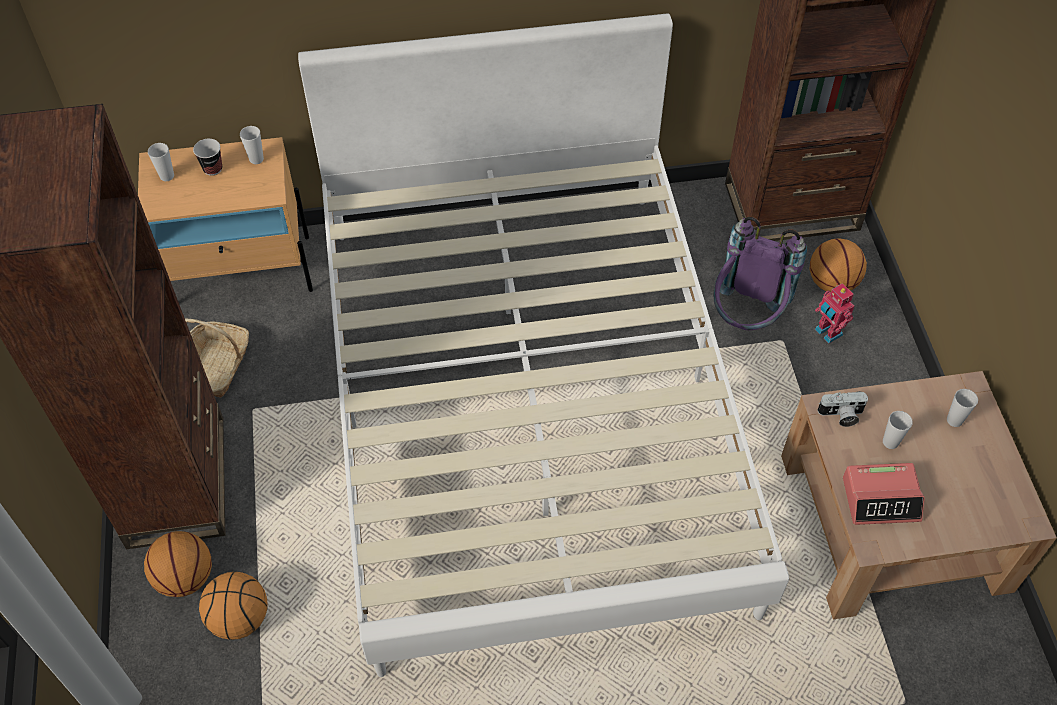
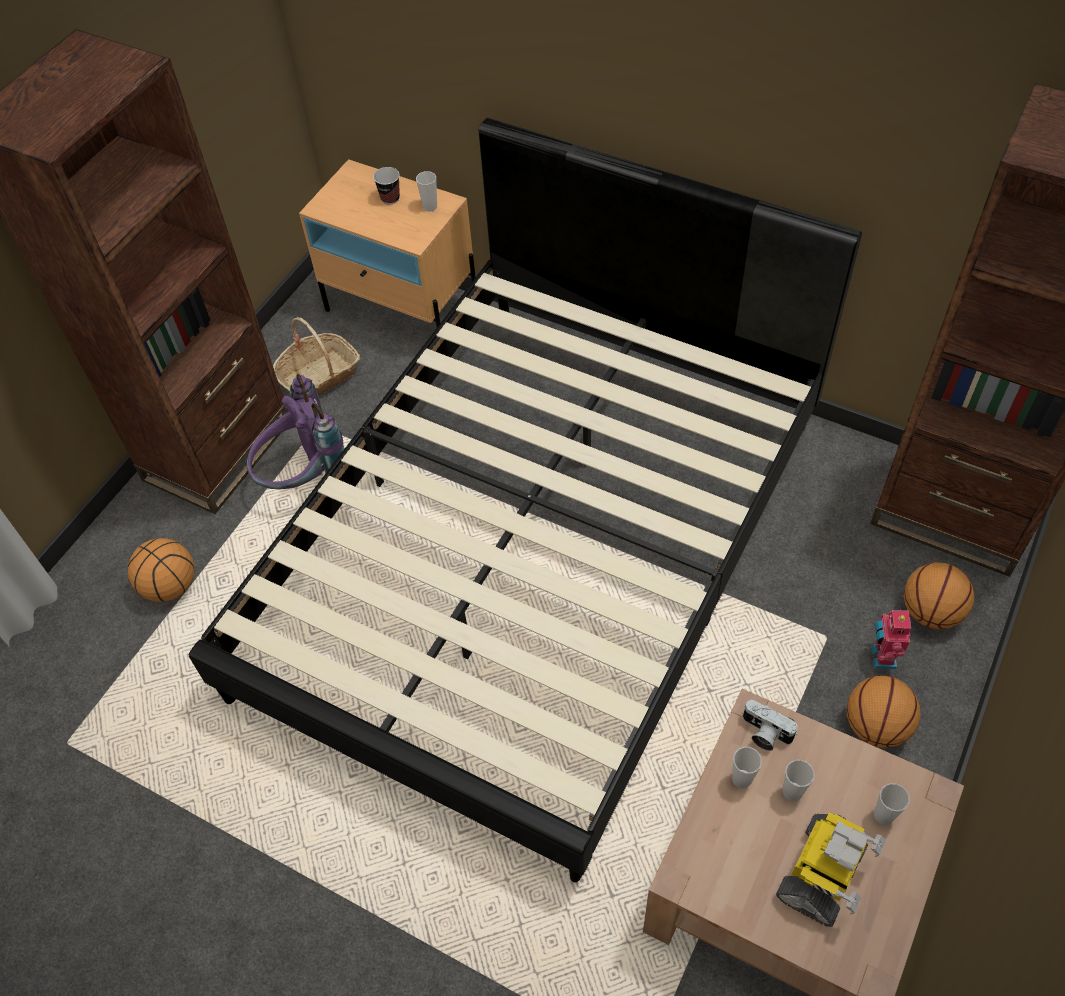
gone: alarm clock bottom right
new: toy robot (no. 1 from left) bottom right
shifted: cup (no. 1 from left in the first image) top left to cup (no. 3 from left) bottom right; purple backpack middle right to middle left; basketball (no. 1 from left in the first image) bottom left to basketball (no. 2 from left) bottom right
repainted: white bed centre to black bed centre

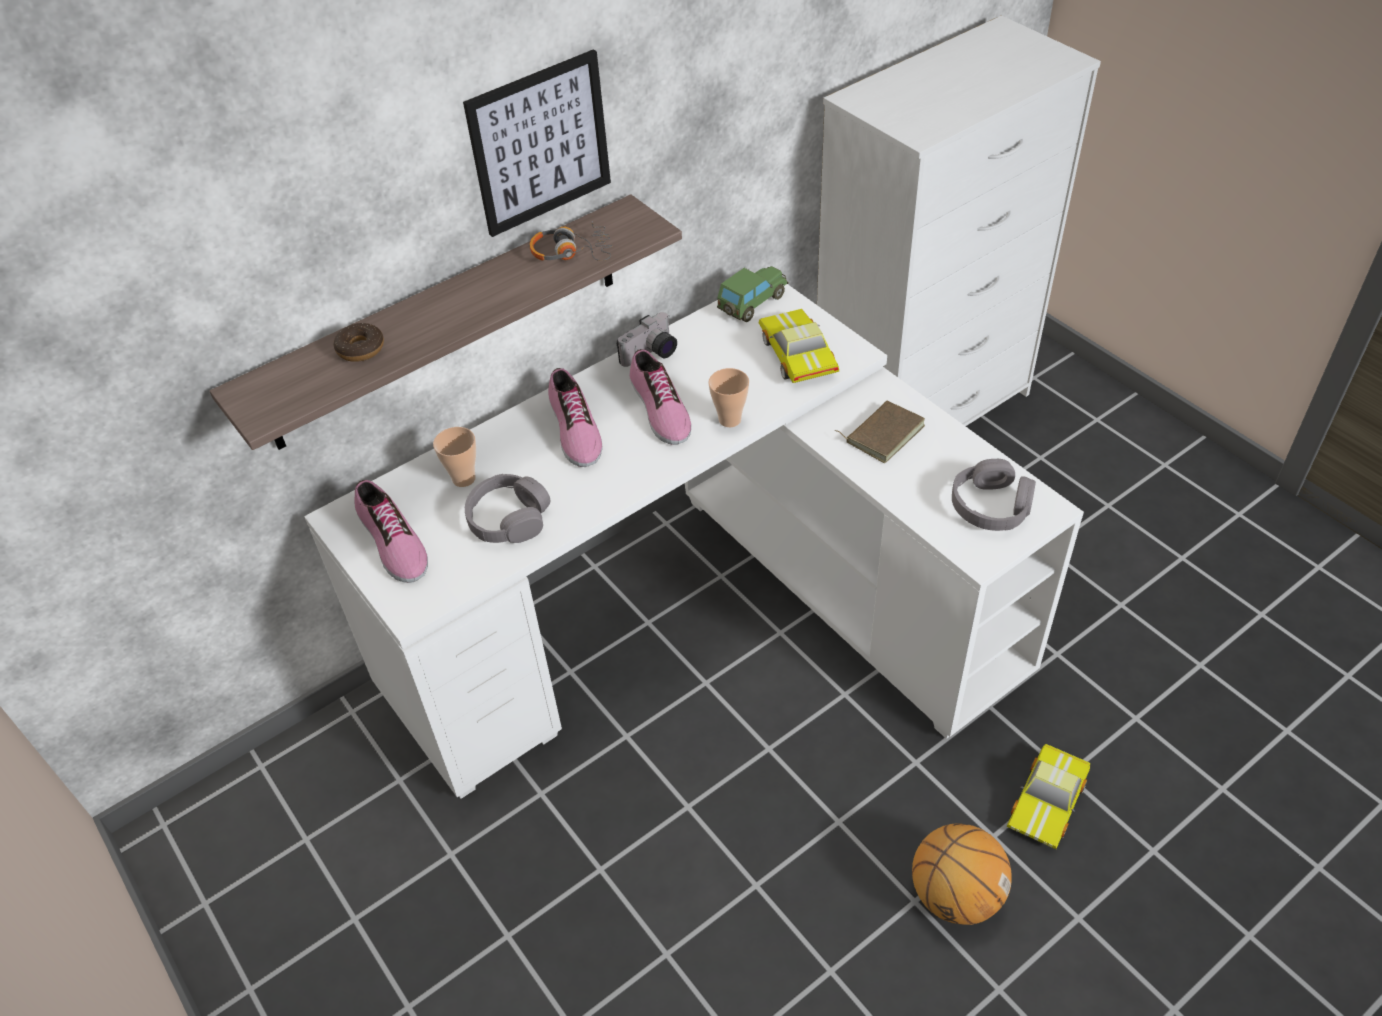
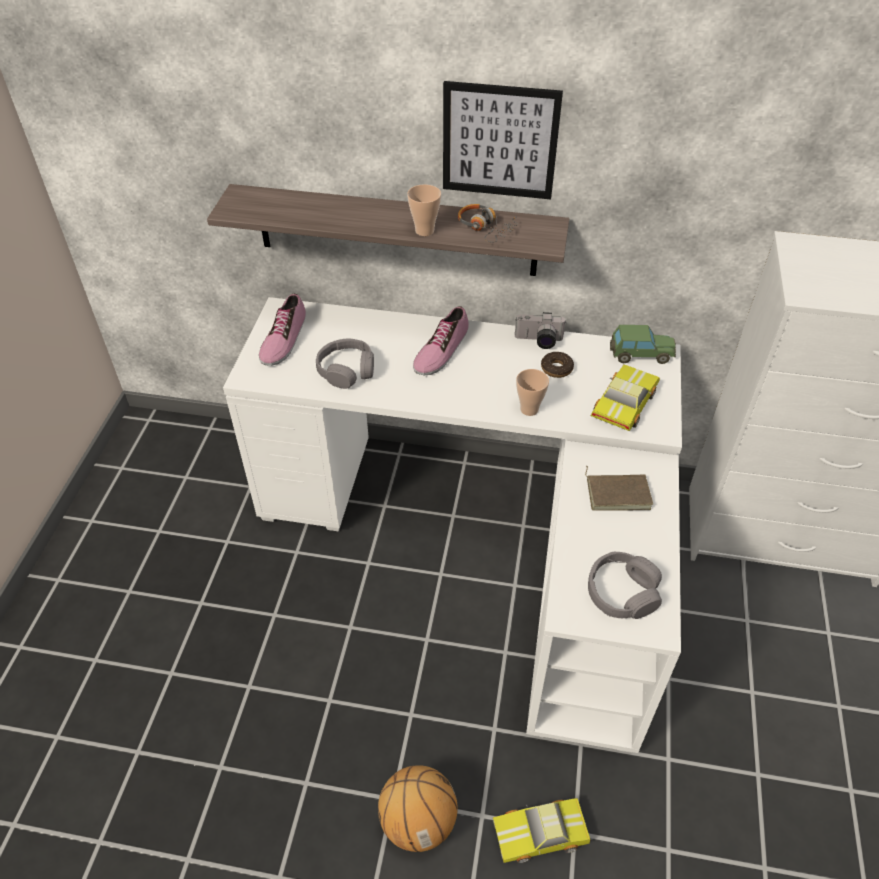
gone: shoe (no. 3 from left) centre
shifted: donut middle left to centre; cup (no. 1 from left) middle left to top centre

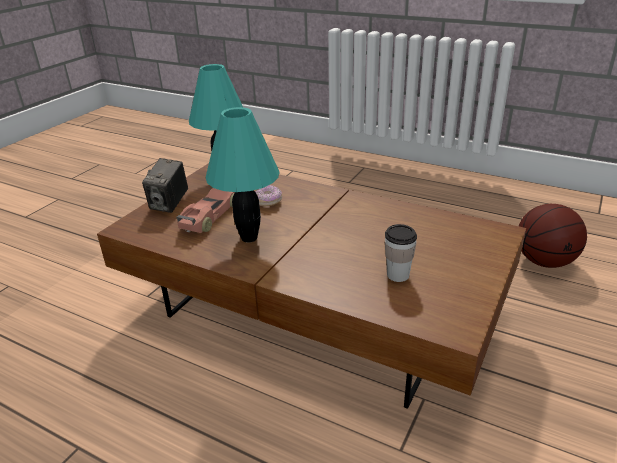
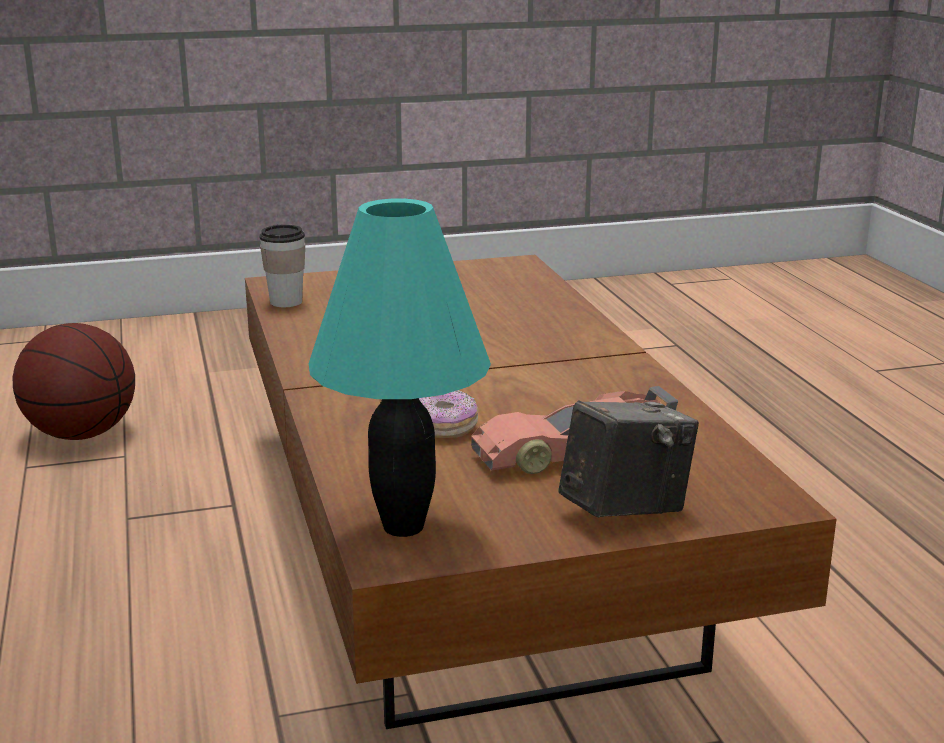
gone: turquoise table lamp (no. 2 from left) centre
shifted: cup centre to middle left

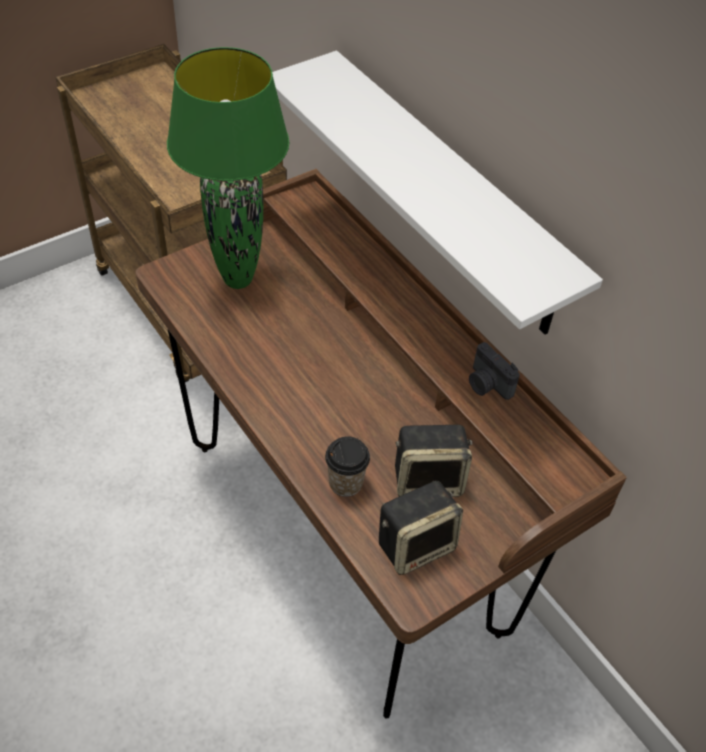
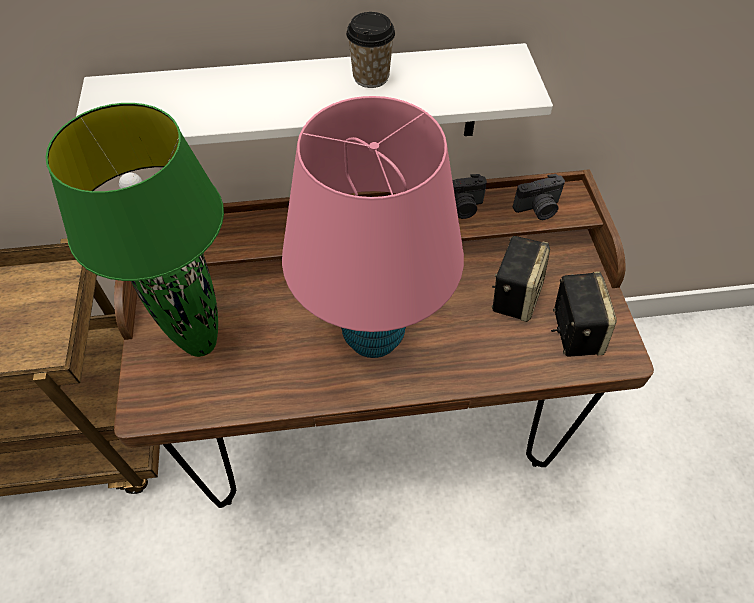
new: pink table lamp centre; photo camera (no. 2 from left) top right
shifted: cup centre to top centre

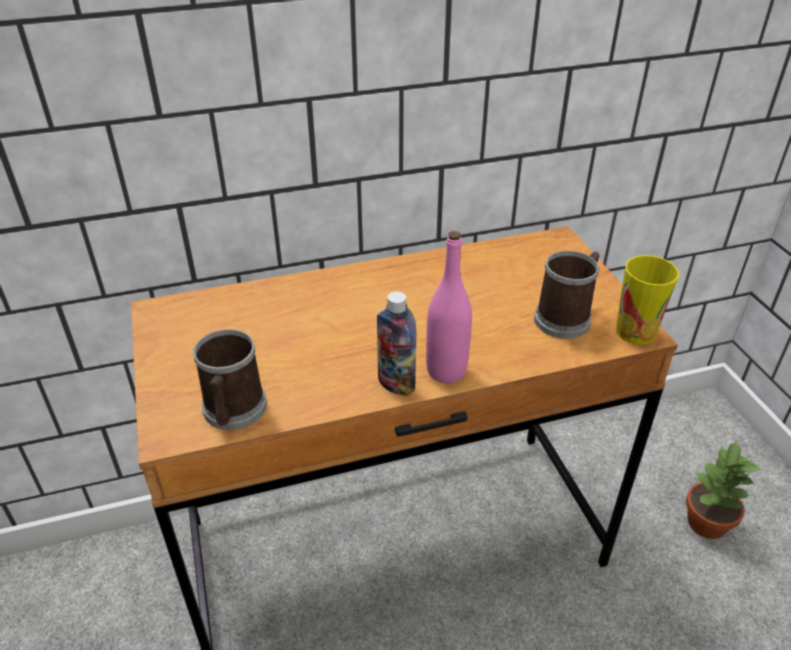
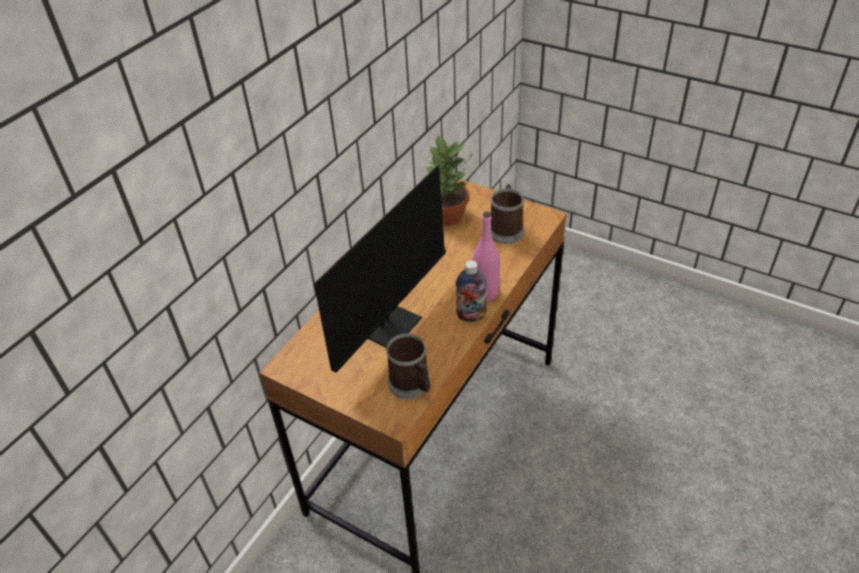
gone: cup middle right
new: monitor centre
shifted: potted plant bottom right to top centre

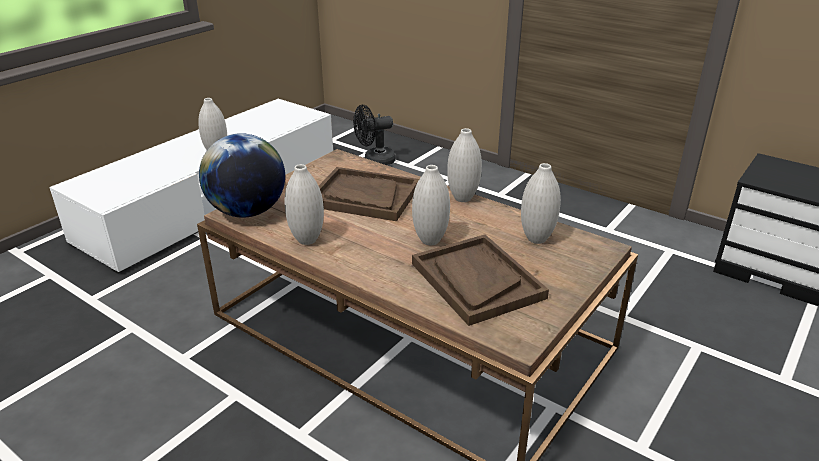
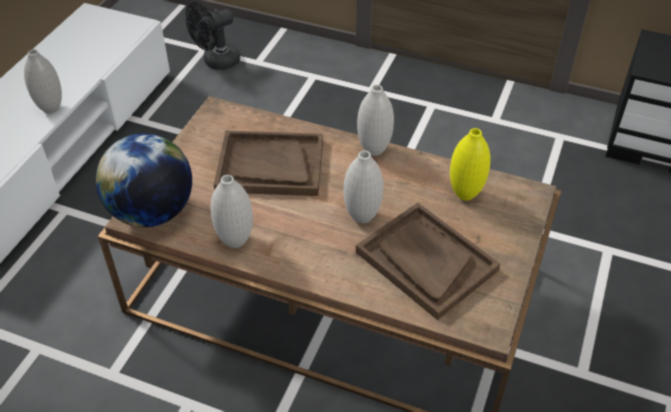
repainted: white vase (no. 5 from left) centre to yellow vase middle right

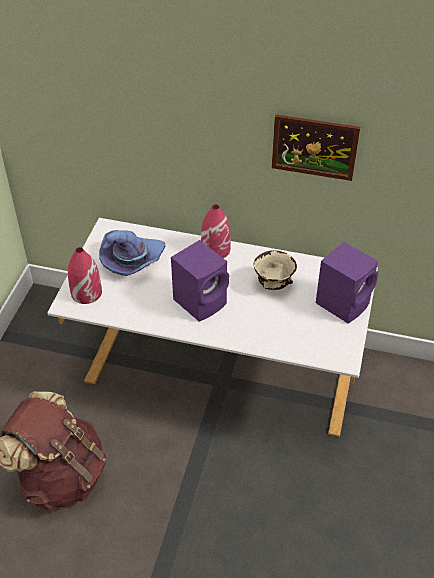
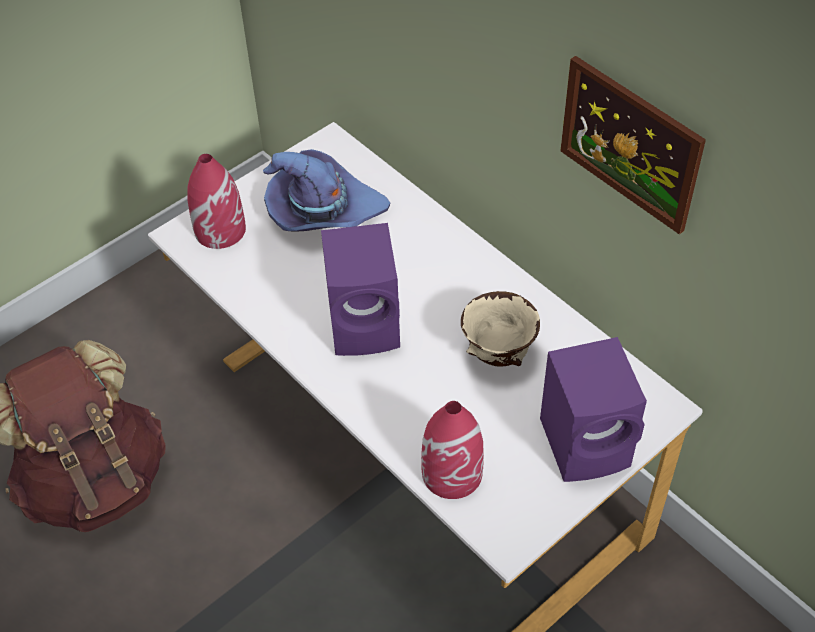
shifted: red vase (no. 2 from left) centre to bottom centre

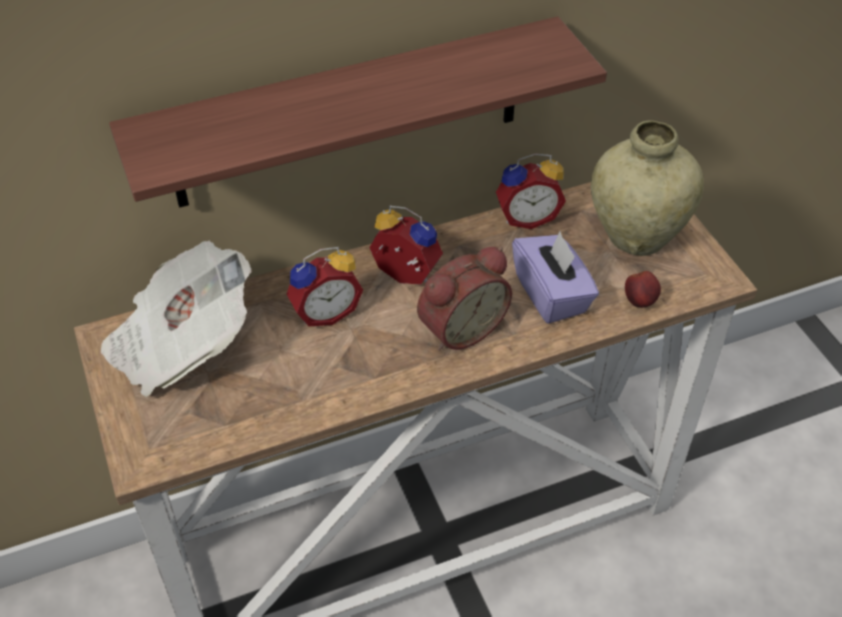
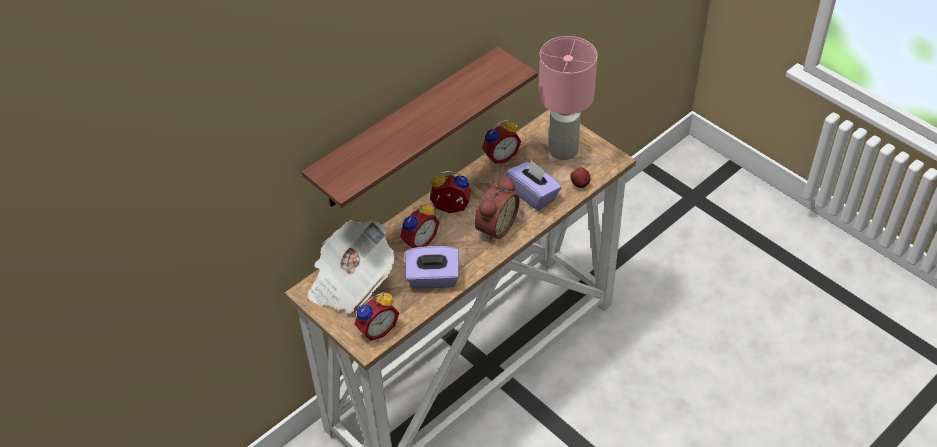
new: purple tissue box (no. 1 from left) centre; alarm clock (no. 1 from left) bottom centre
swapped: beige vase top right to pink table lamp top centre

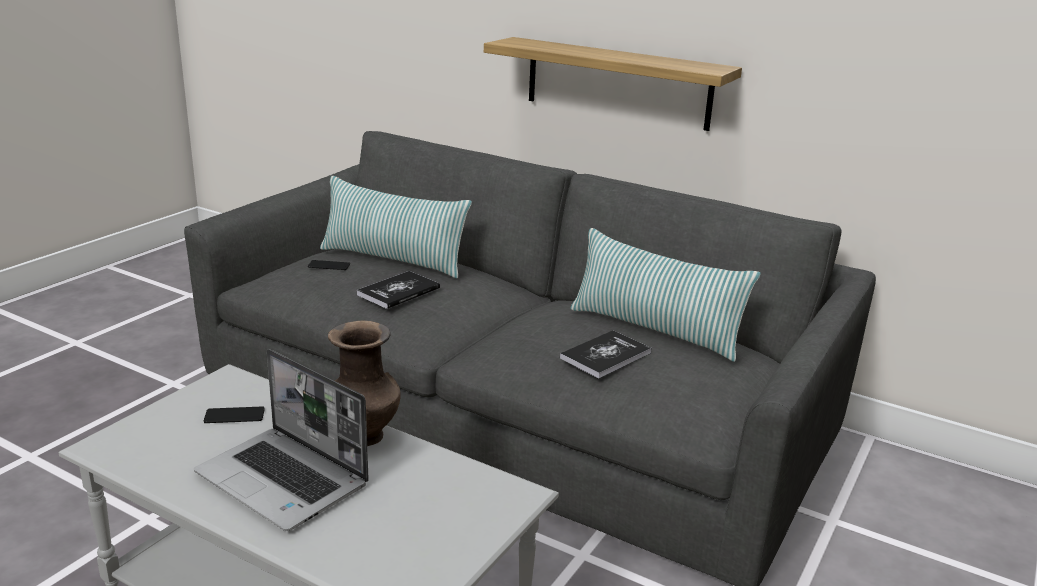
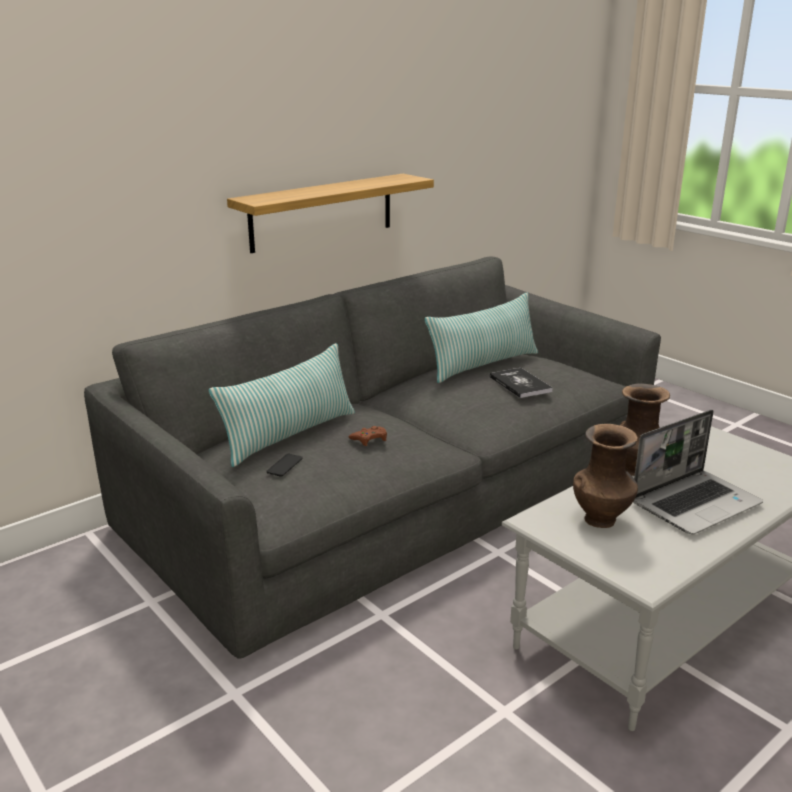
swapped: book (no. 1 from left) centre to brown game controller centre; phone (no. 1 from left) bottom left to brown vase (no. 1 from left) middle right

